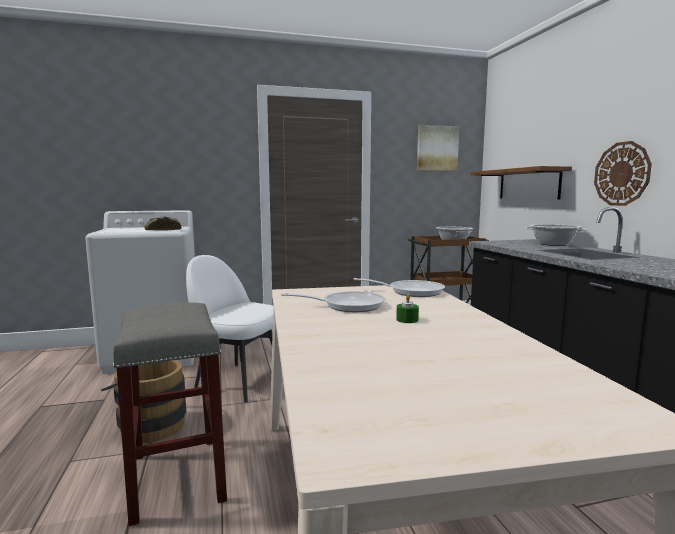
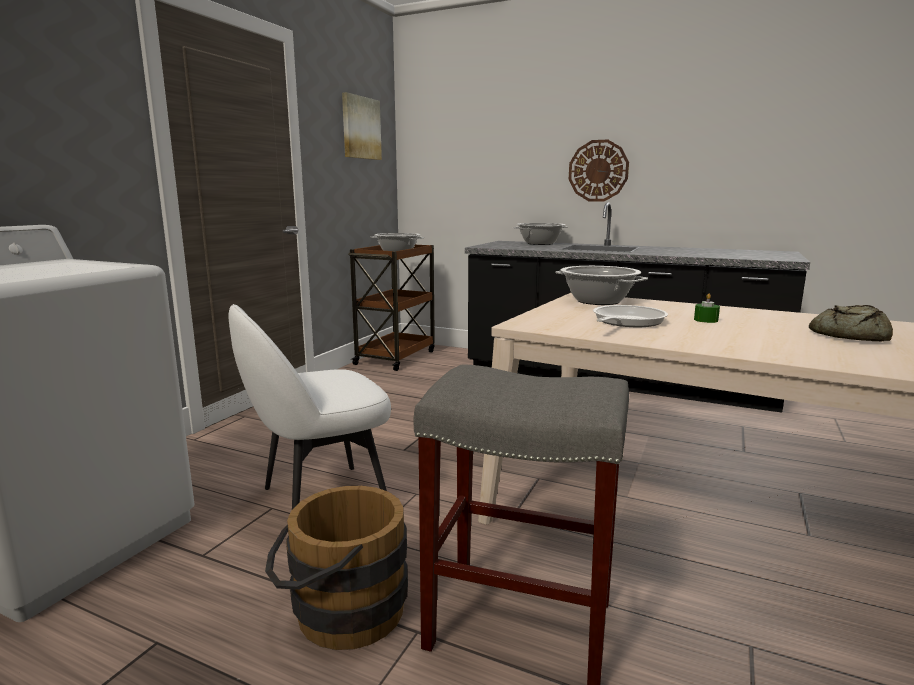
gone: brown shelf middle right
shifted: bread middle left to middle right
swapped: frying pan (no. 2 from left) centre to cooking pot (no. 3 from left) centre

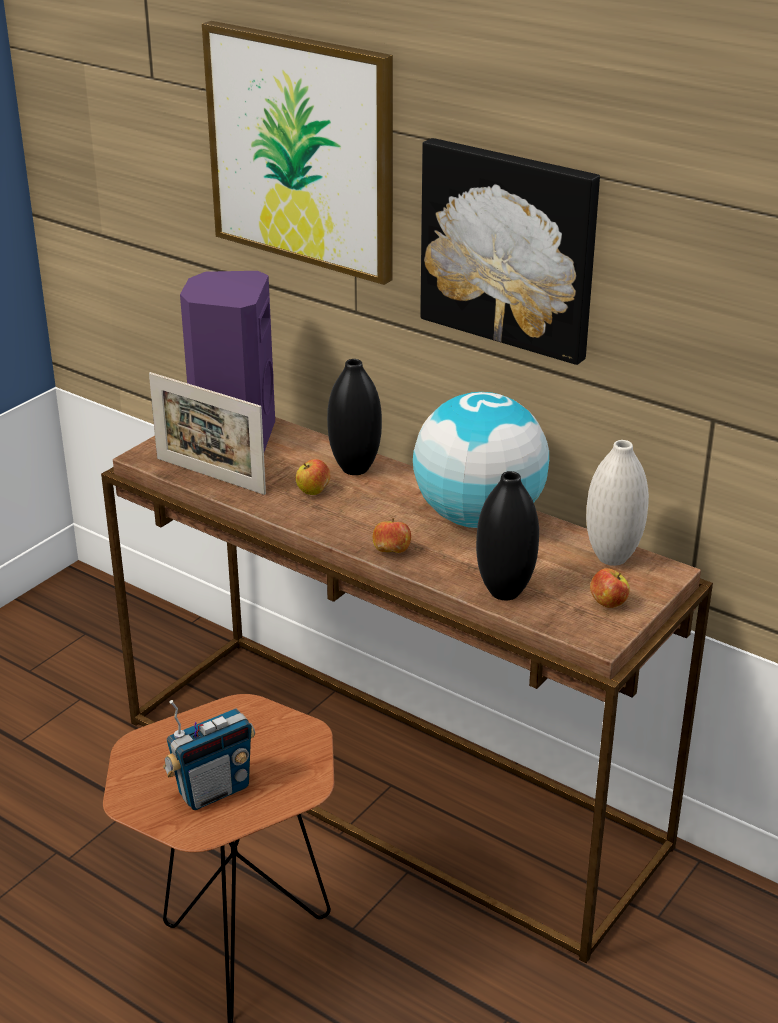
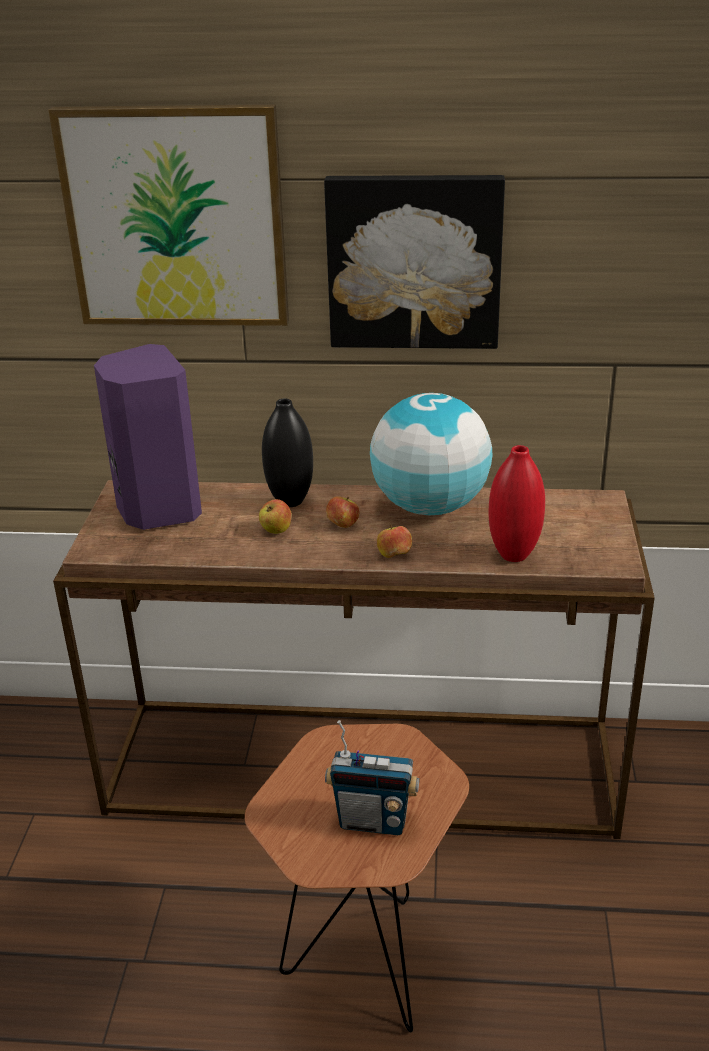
gone: picture frame middle left; white vase middle right
shifted: apple (no. 3 from left in the first image) middle right to apple (no. 2 from left) centre
repainted: black vase (no. 2 from left) centre to red vase middle right
rotated: radio bottom left = bottom centre 75 degrees clockwise

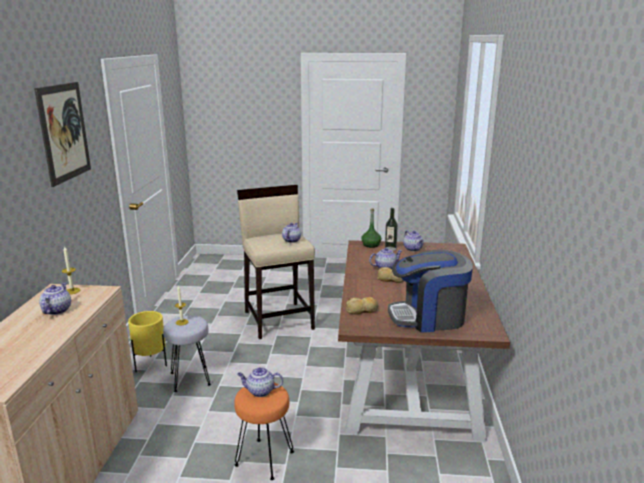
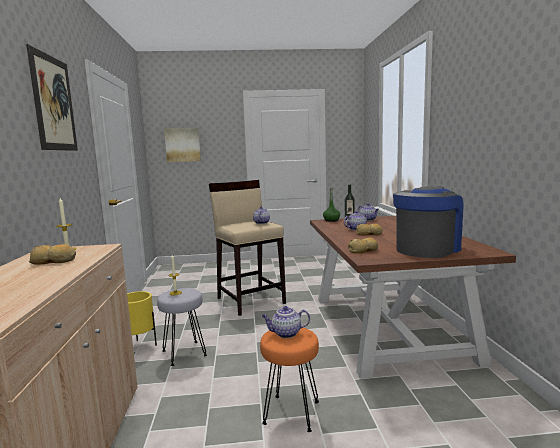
new: picture (no. 2 from left) top left
swapped: teapot (no. 1 from left) middle left to bread (no. 1 from left) middle left
rotated: coffee machine middle right = middle right 150 degrees clockwise

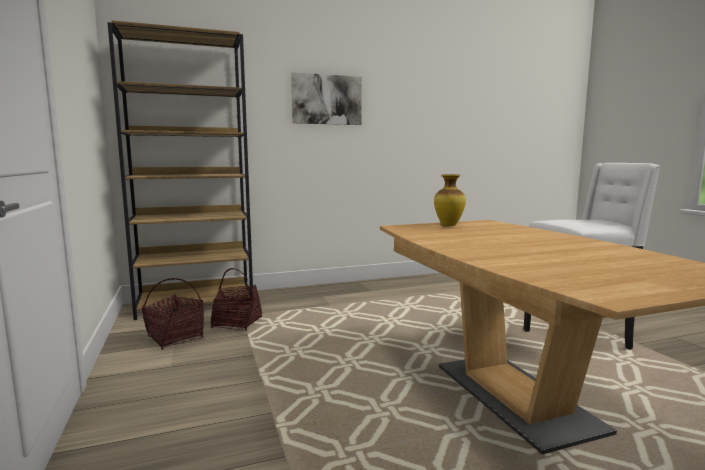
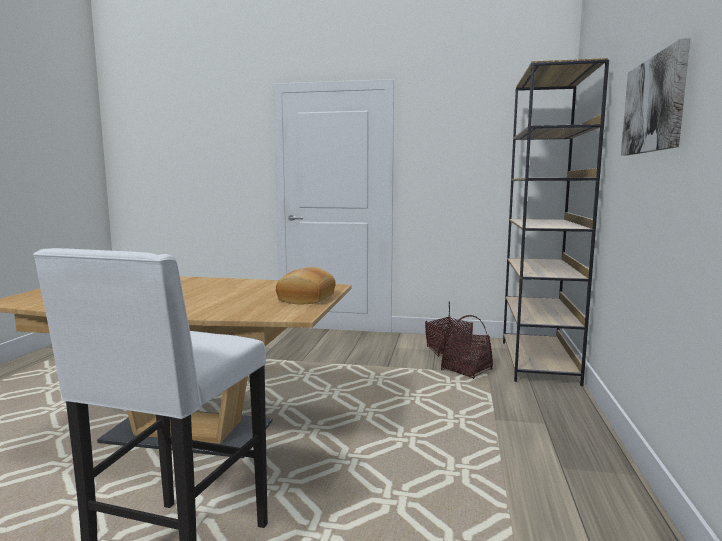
swapped: vase centre to bread centre

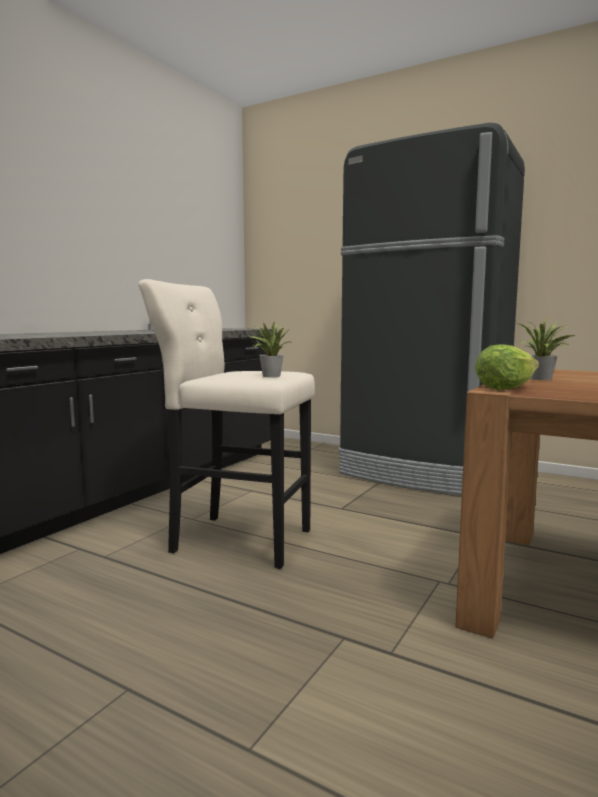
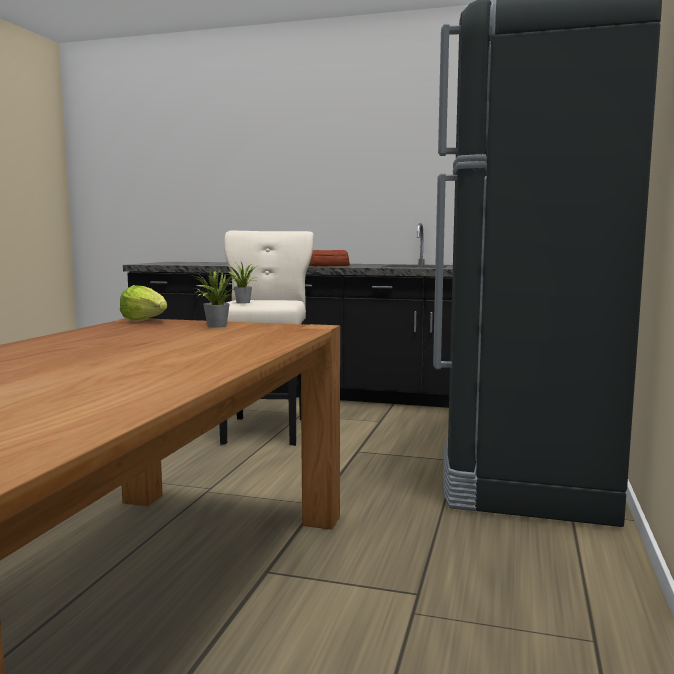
new: bread centre

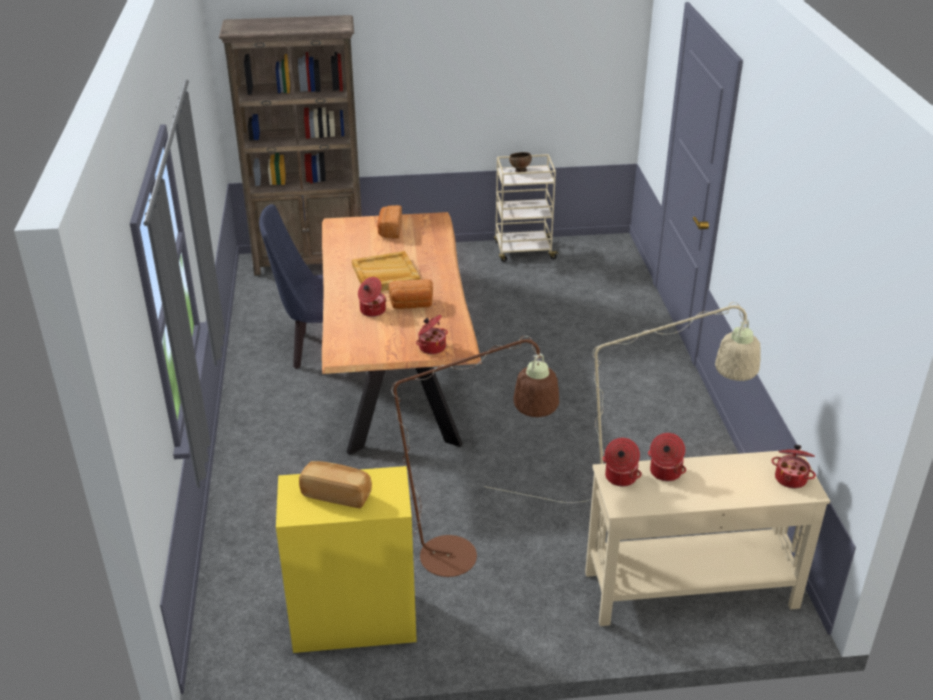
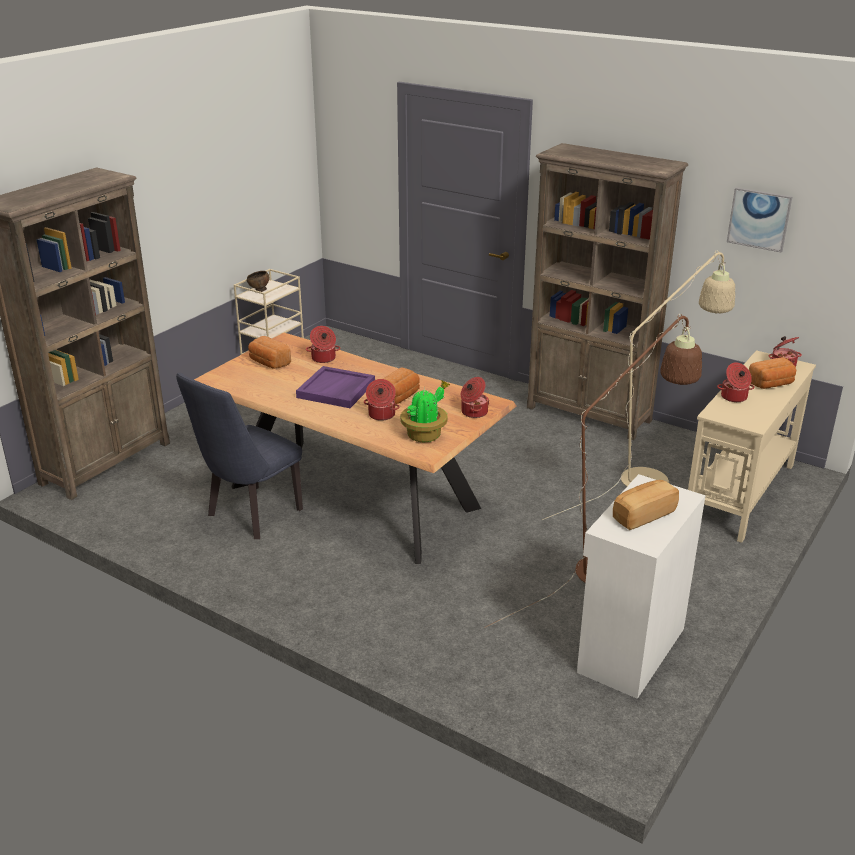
new: brown bookcase (no. 2 from left) middle right; picture top right; bread (no. 4 from left) middle right; potted plant centre
shifted: cooking pot (no. 3 from left in the first image) middle right to cooking pot (no. 1 from left) centre
repainted: beige tray centre to purple tray centre; yellow cabinet bottom centre to white cabinet bottom right

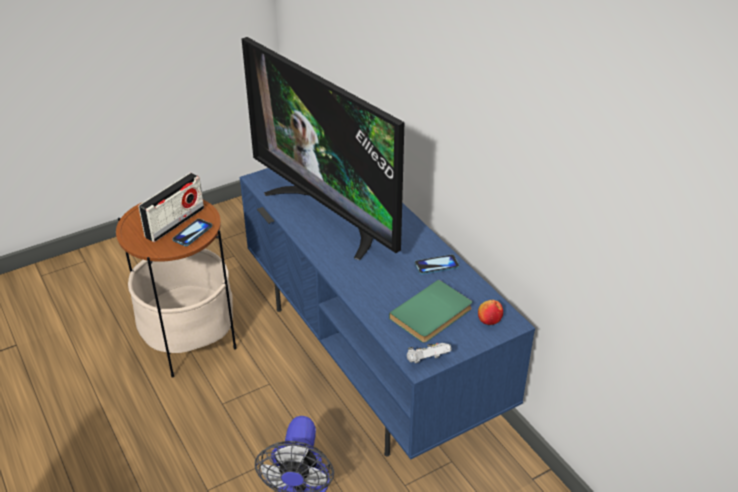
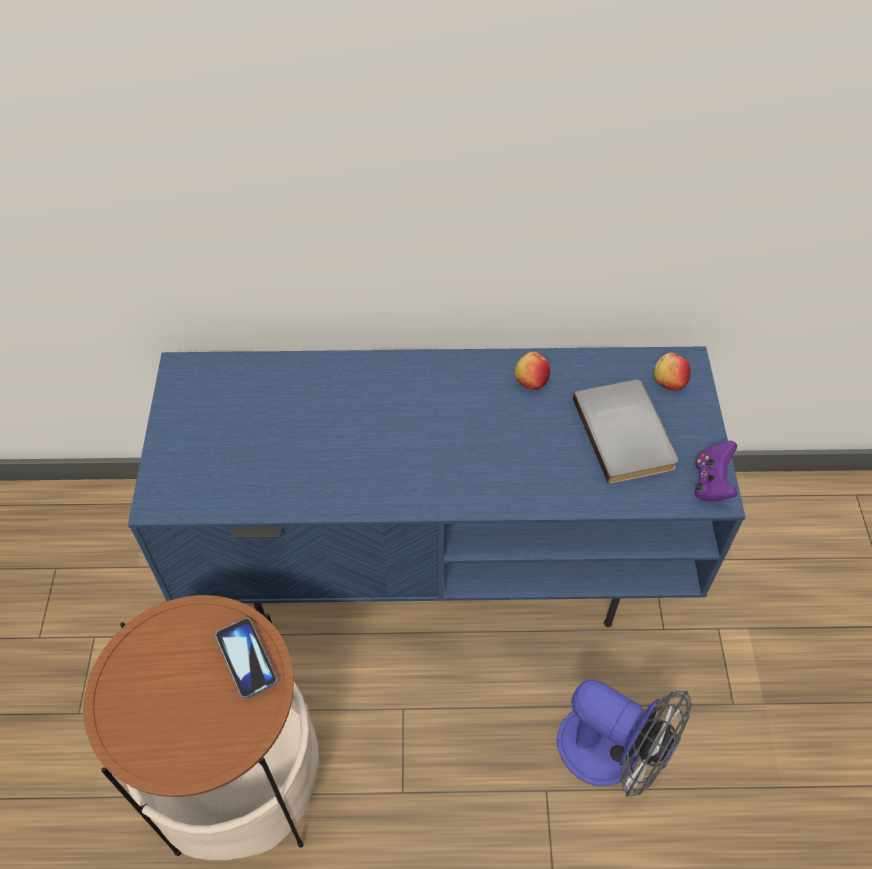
gone: television top centre; radio middle left
swapped: phone (no. 2 from left) centre to apple (no. 1 from left) centre
repainted: green book centre to grey book middle right; white game controller bottom centre to purple game controller middle right

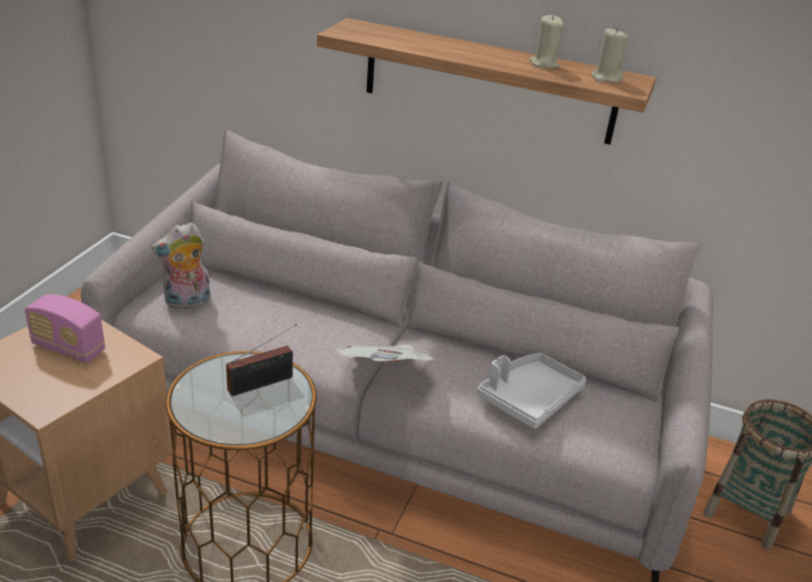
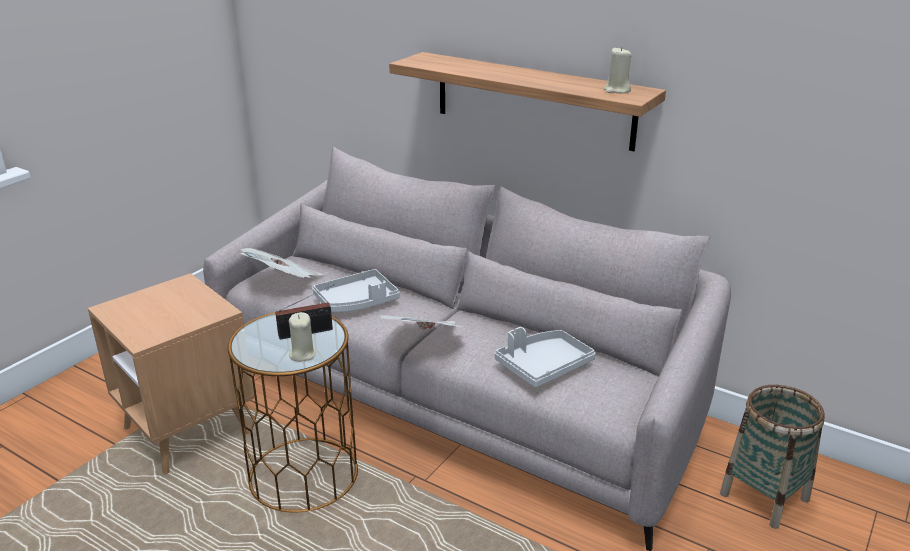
gone: radio (no. 1 from left) middle left
new: grey tray (no. 1 from left) centre
shifted: beige candle (no. 1 from left) top right to middle left
swapped: plush toy middle left to newspaper (no. 1 from left) middle left

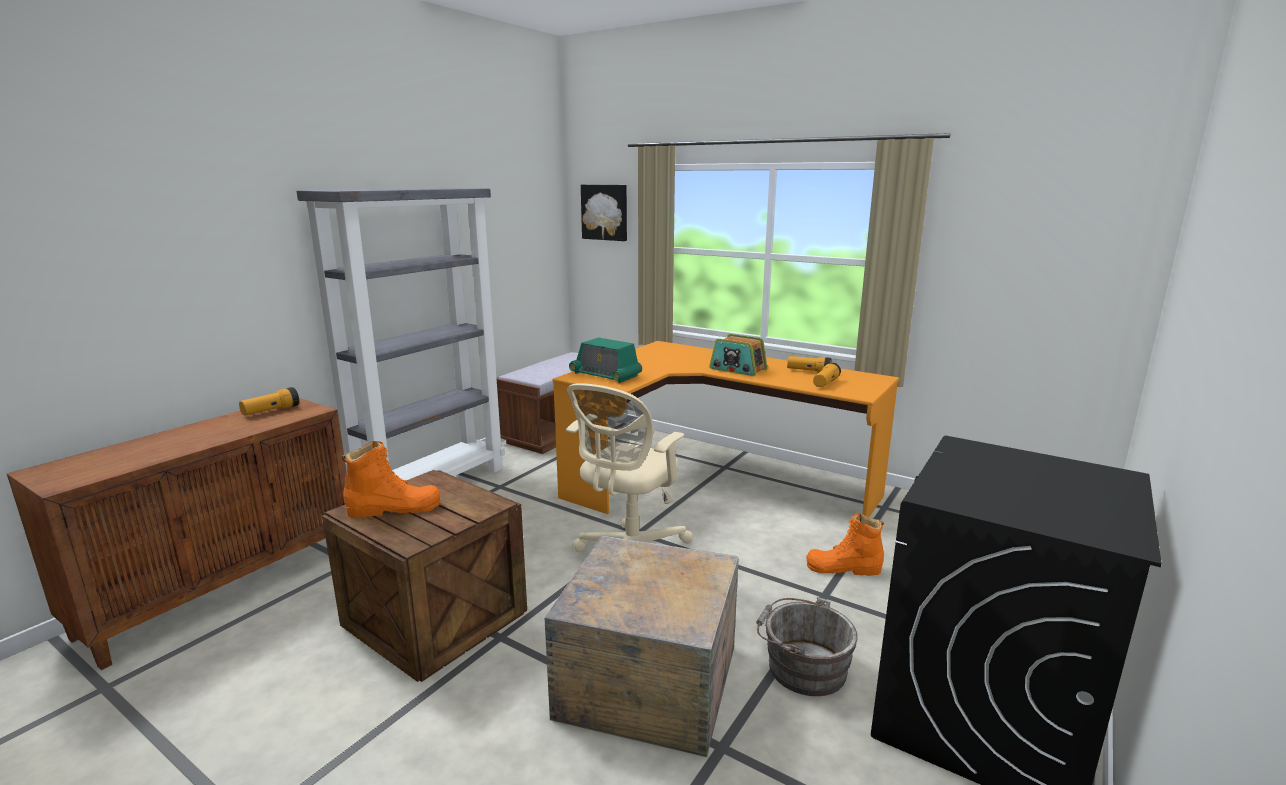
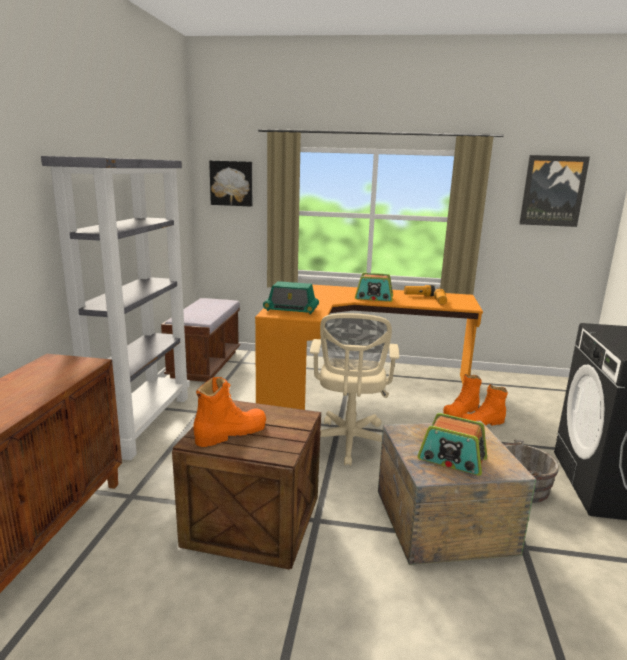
gone: flashlight (no. 1 from left) middle left
new: picture (no. 2 from left) top right; orange boot (no. 2 from left) middle right; radio (no. 3 from left) bottom right

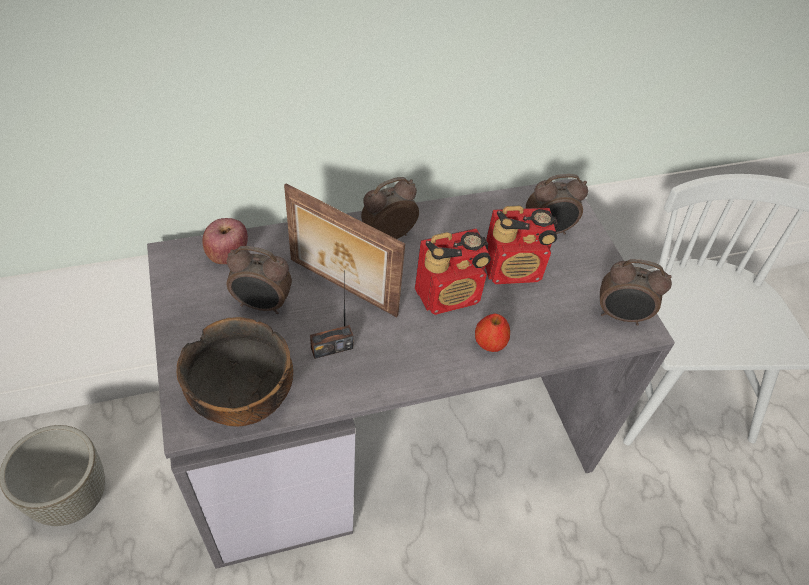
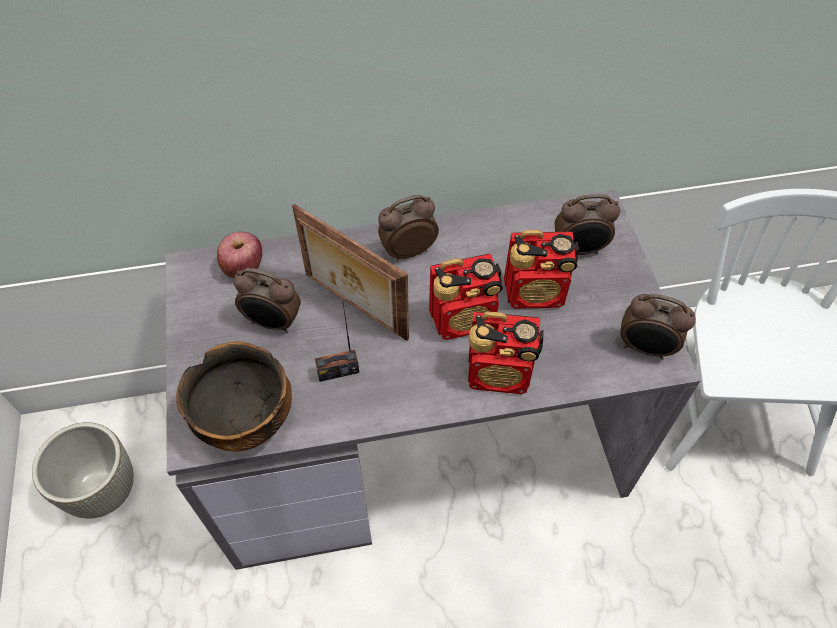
swapped: apple (no. 2 from left) centre to radio (no. 3 from left) centre

